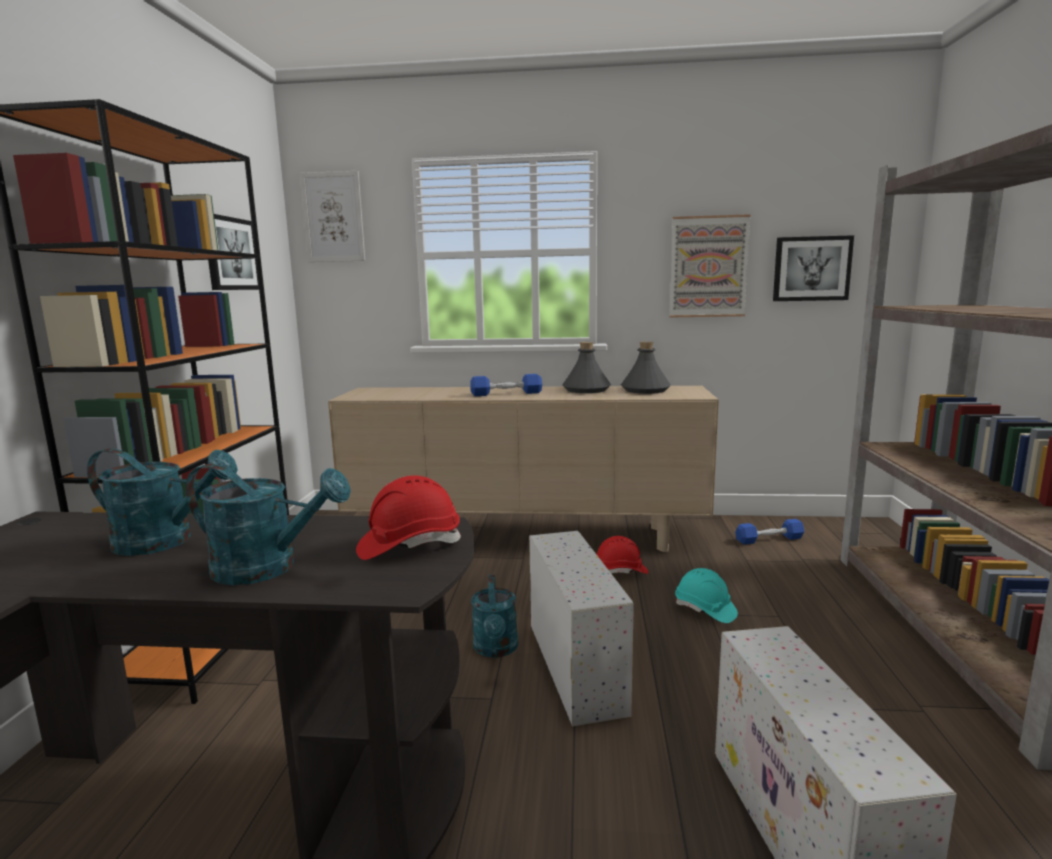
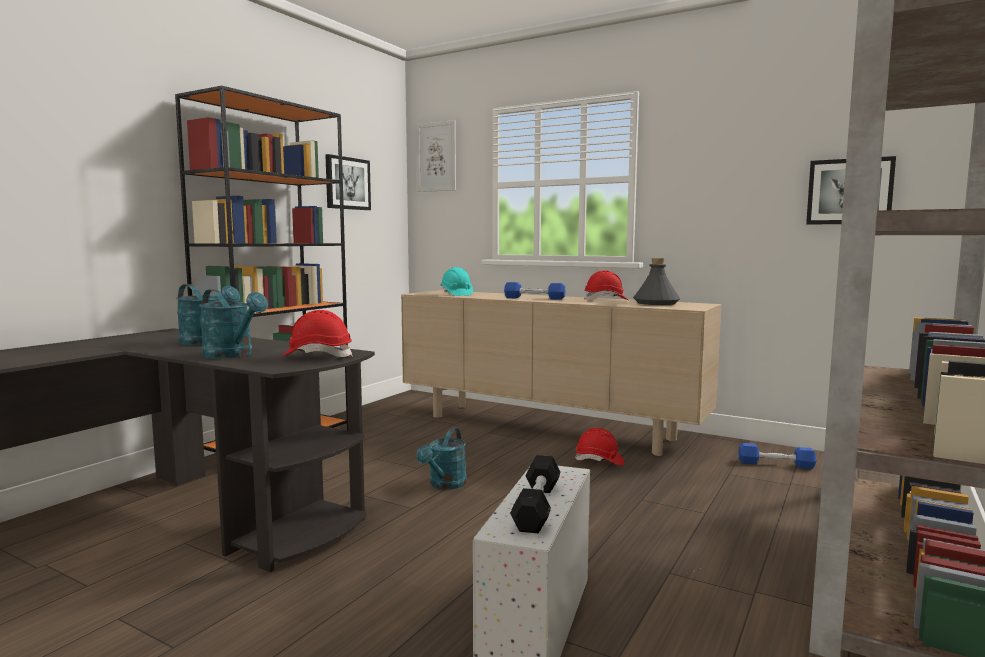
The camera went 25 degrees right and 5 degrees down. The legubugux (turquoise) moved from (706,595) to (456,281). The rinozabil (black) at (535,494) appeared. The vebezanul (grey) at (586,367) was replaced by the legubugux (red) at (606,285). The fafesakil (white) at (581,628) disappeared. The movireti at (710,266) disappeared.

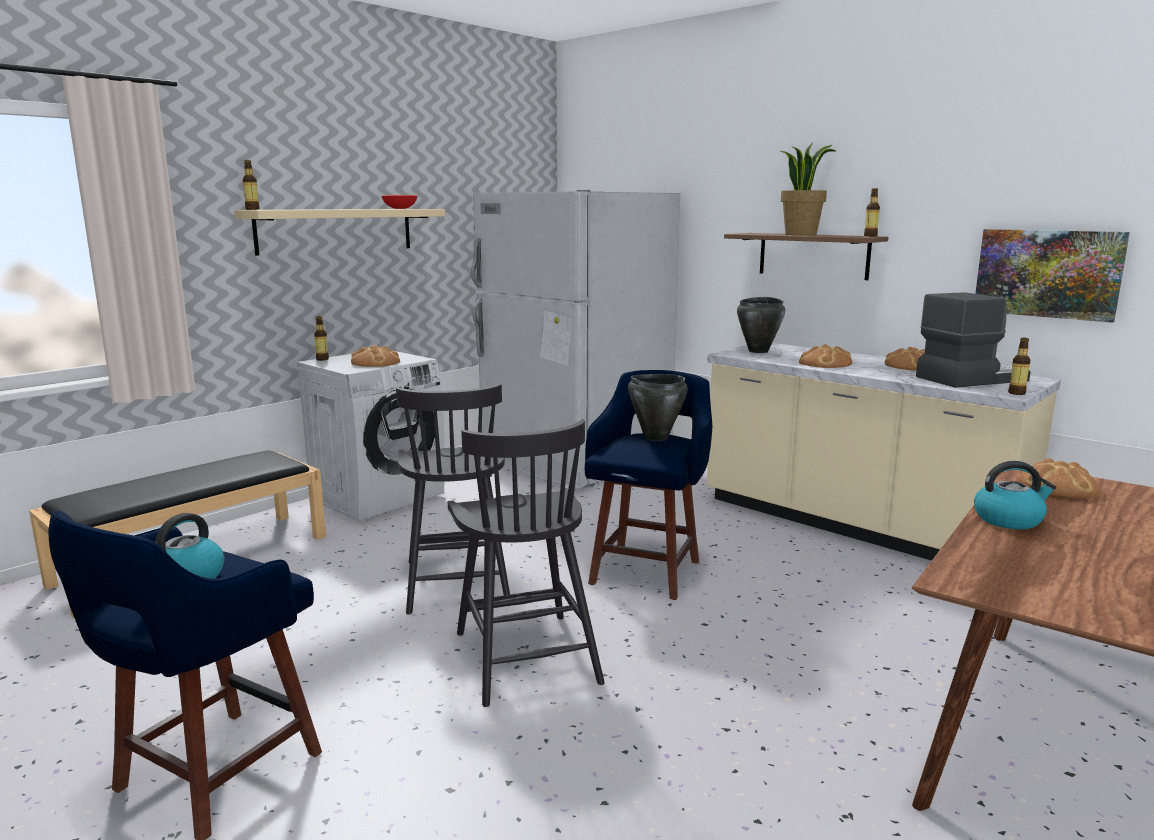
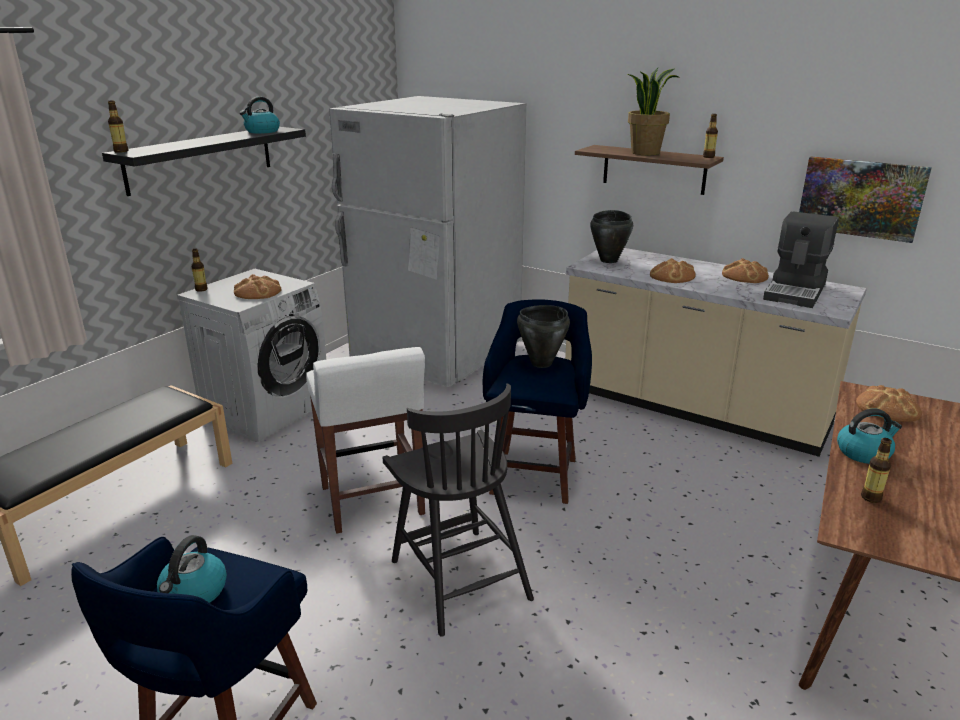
The camera went 10 degrees left and 10 degrees up. The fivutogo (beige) at (339,232) became the fivutogo (black) at (204,161). The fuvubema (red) at (399,202) was replaced by the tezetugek at (260,115). The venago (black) at (453,499) was replaced by the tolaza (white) at (365,440). The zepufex at (973,340) turned 150 degrees clockwise. The vebezanul moved from (1019,366) to (876,470).

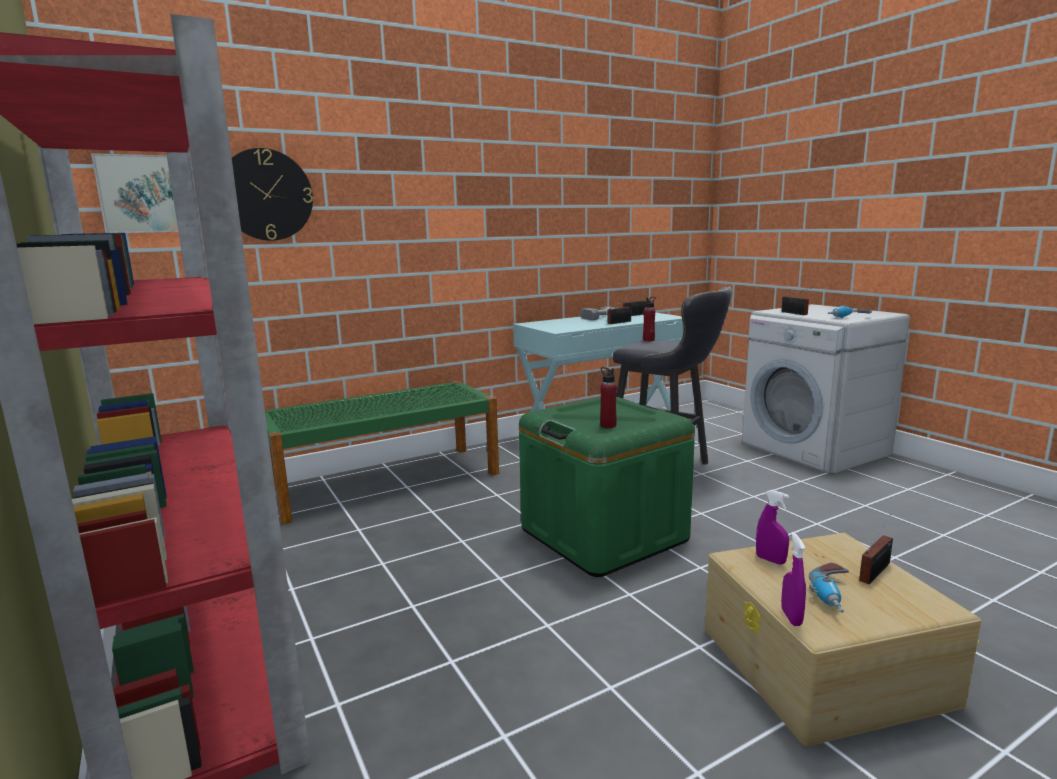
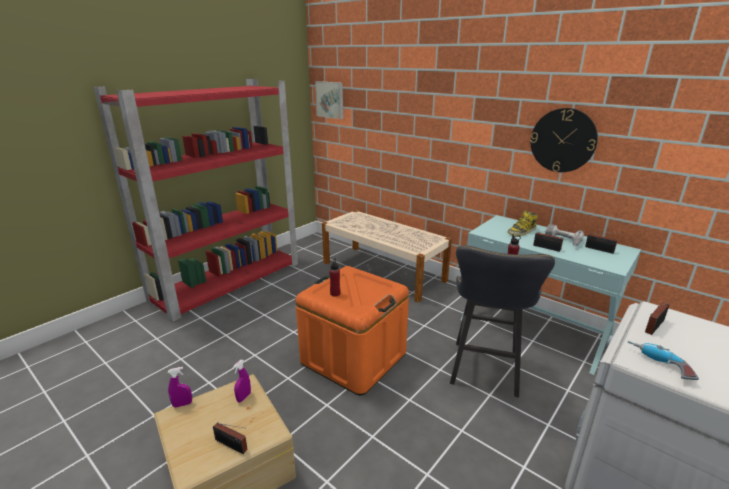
The camera went 70 degrees right and 10 degrees up. The fafesakil (green) at (607,487) became the fafesakil (orange) at (352,330). The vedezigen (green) at (382,453) became the vedezigen (beige) at (387,256). The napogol at (522,223) appeared. The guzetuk moved from (272,194) to (564,140). The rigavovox at (829,588) disappeared.

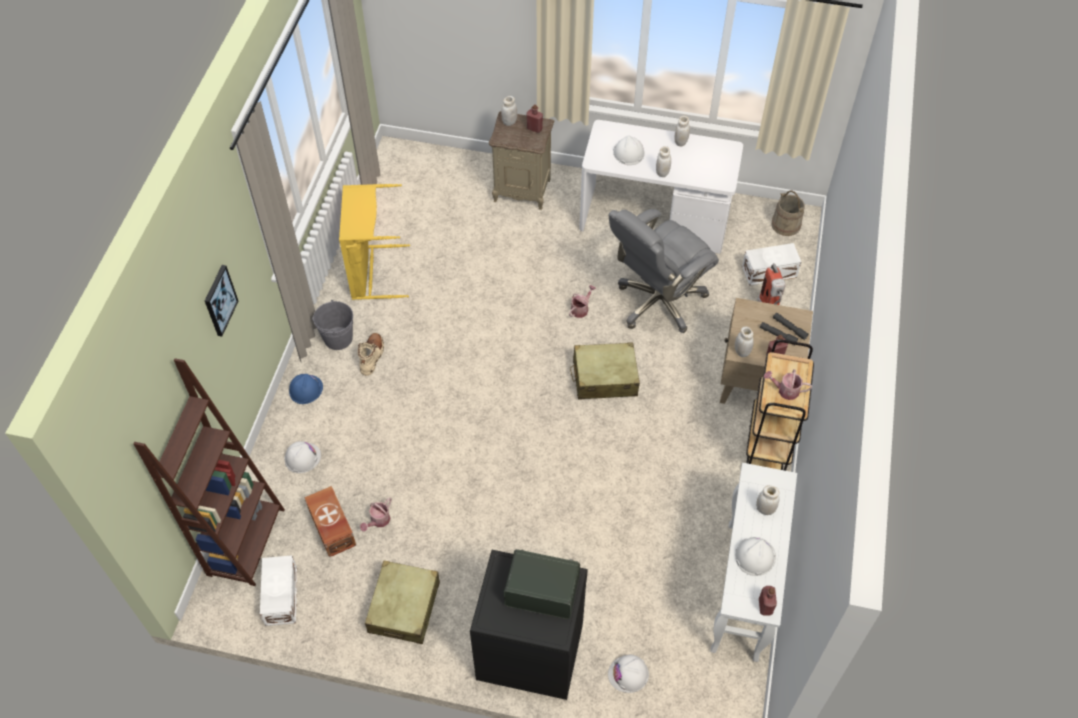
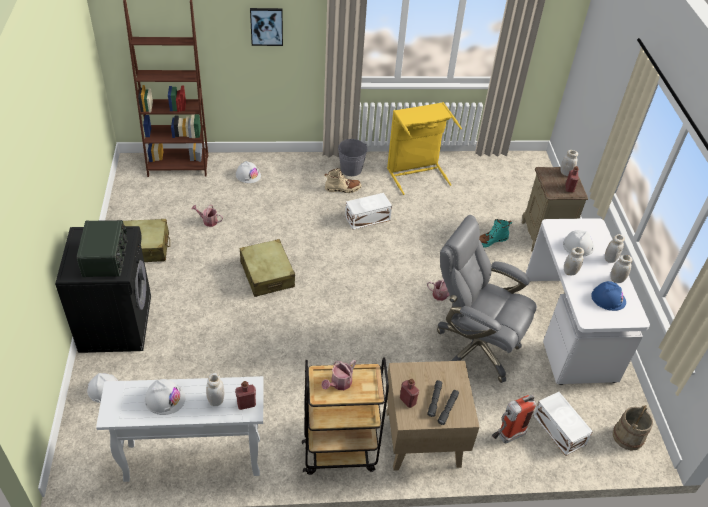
The camera went 70 degrees right and 10 degrees down. The vebezanul (red) moved from (768,600) to (245,395). The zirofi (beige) moved from (605,371) to (267,268). The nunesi at (788,384) turned 135 degrees counterclockwise. The fafesakil (white) moved from (278,590) to (368,211). The napogol (turquoise) at (496,233) appeared. The legubugux (blue) moved from (306,389) to (608,296). The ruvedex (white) moved from (744,341) to (615,248). The fafesakil (brown) at (330,521) disappeared.

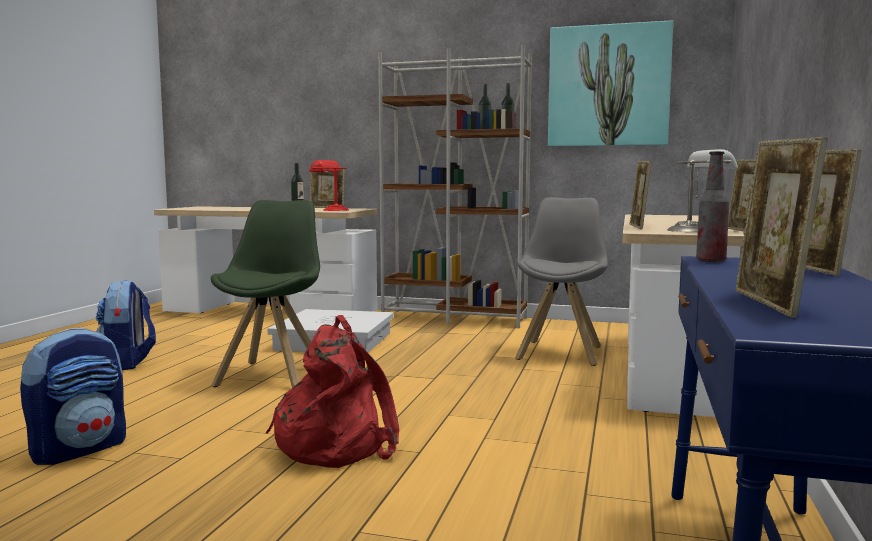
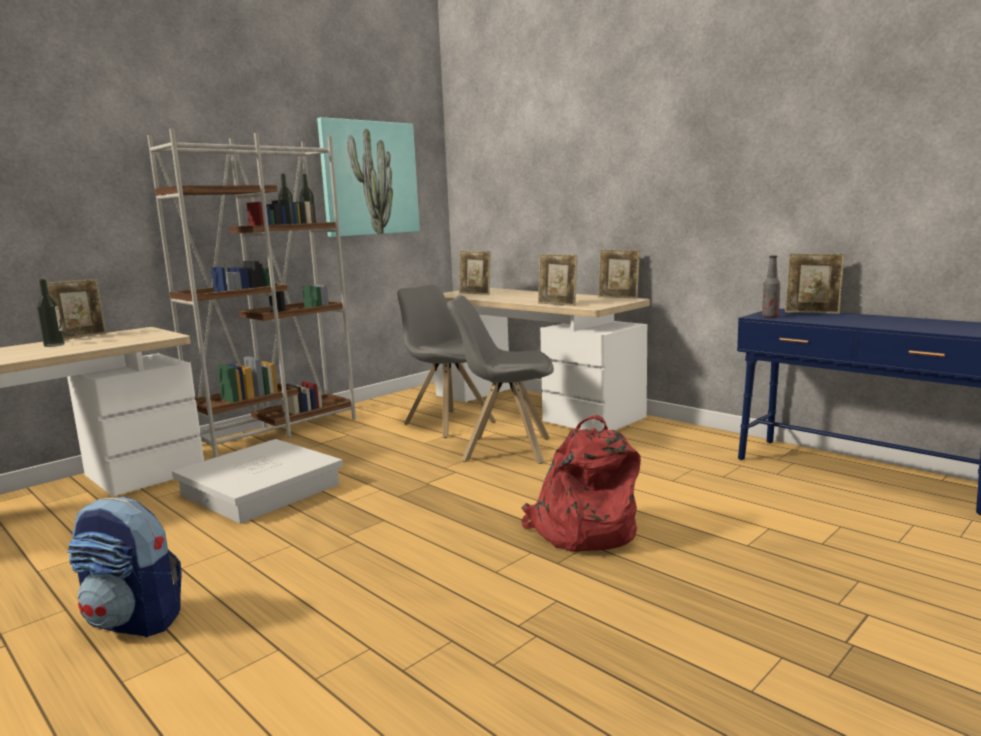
The camera went 60 degrees left and 5 degrees up. The venago (grey) at (500,379) appeared. The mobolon moved from (781,227) to (475,273). The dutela at (73,396) disappeared. The venago (green) at (265,294) disappeared. The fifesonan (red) at (329,185) disappeared. The fifesonan (white) at (702,190) disappeared.

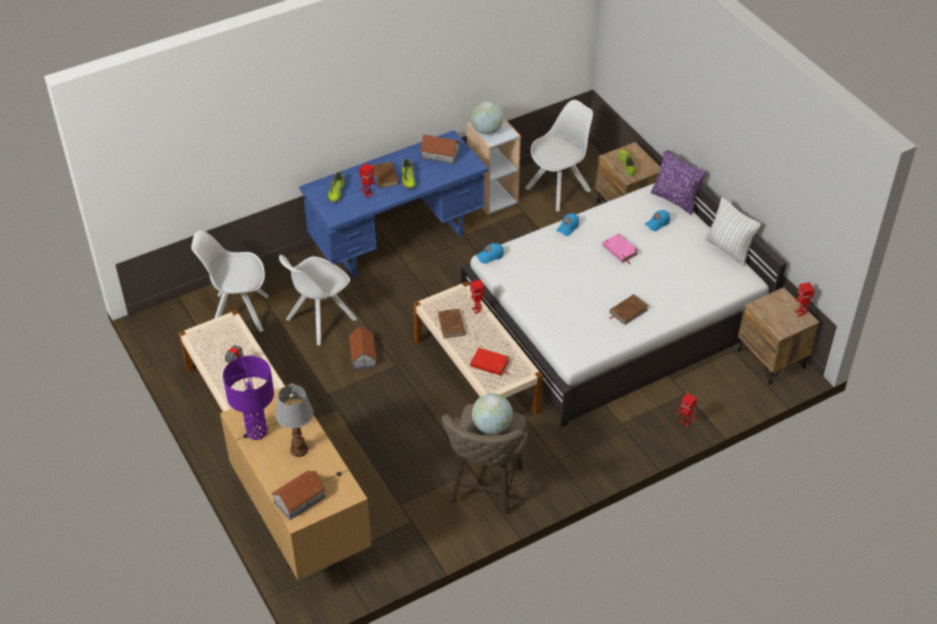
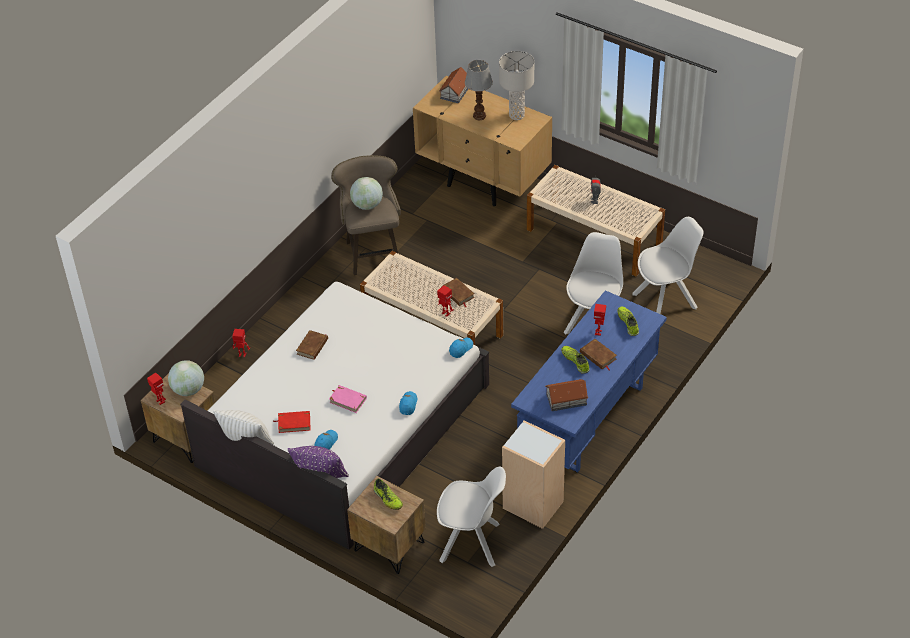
The camera went 155 degrees right and 0 degrees up. The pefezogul moved from (487,117) to (186,378). The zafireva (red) moved from (489,362) to (291,422). The venago (white) at (559,155) turned 105 degrees counterclockwise. The fifesonan (purple) at (248,398) became the fifesonan (white) at (516,85). The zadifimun at (363,347) disappeared.

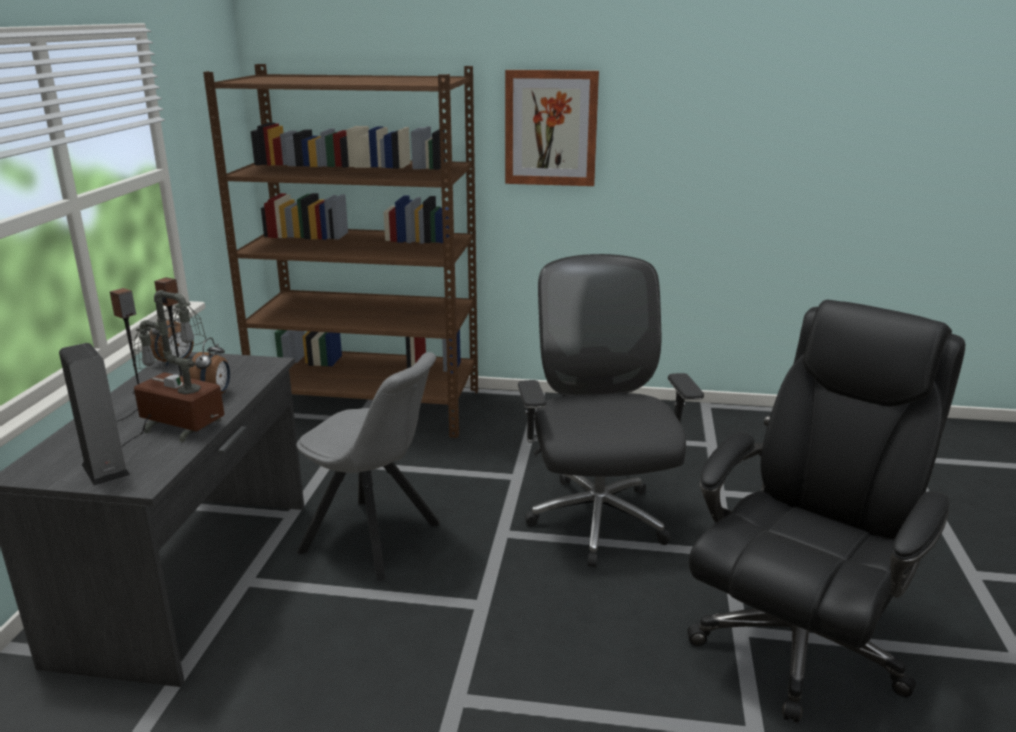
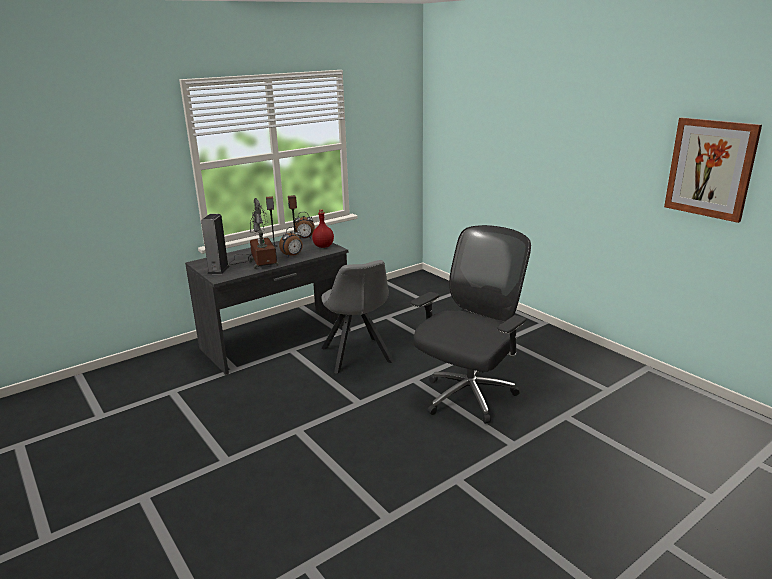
The camera went 45 degrees right and 0 degrees up. The vebezanul (red) at (323,228) appeared. The movireti moved from (552,128) to (713,170). The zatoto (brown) at (340,251) disappeared. The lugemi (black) at (826,511) disappeared.

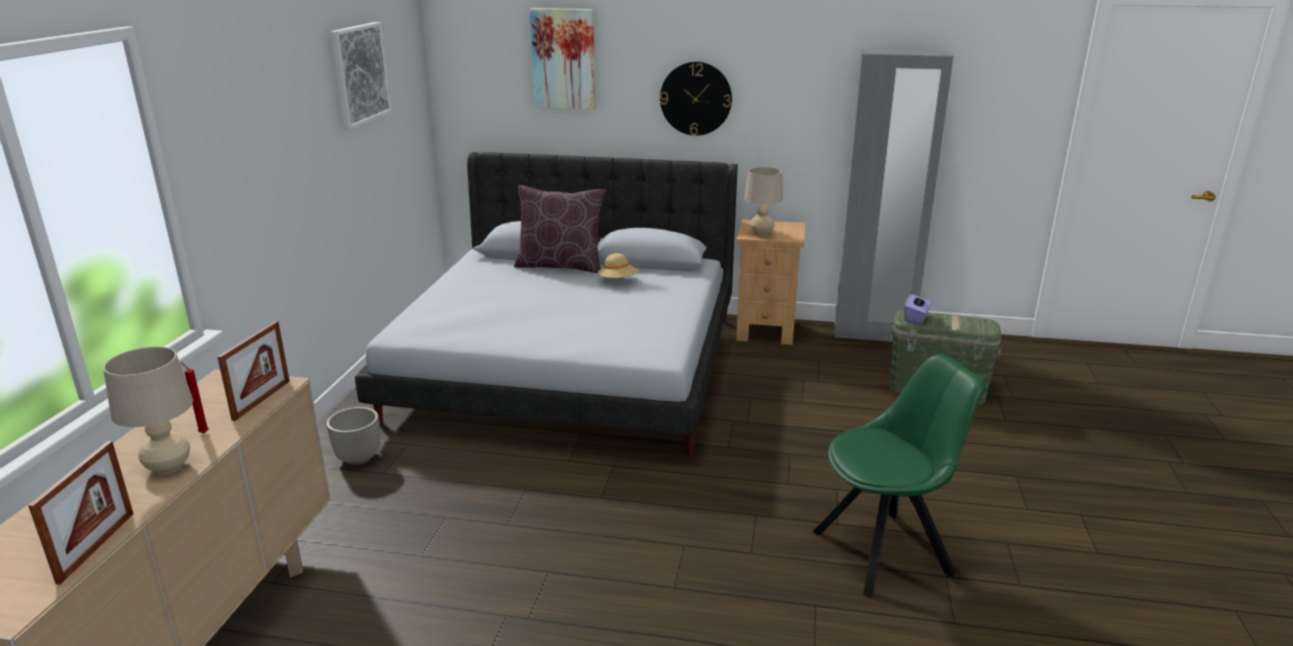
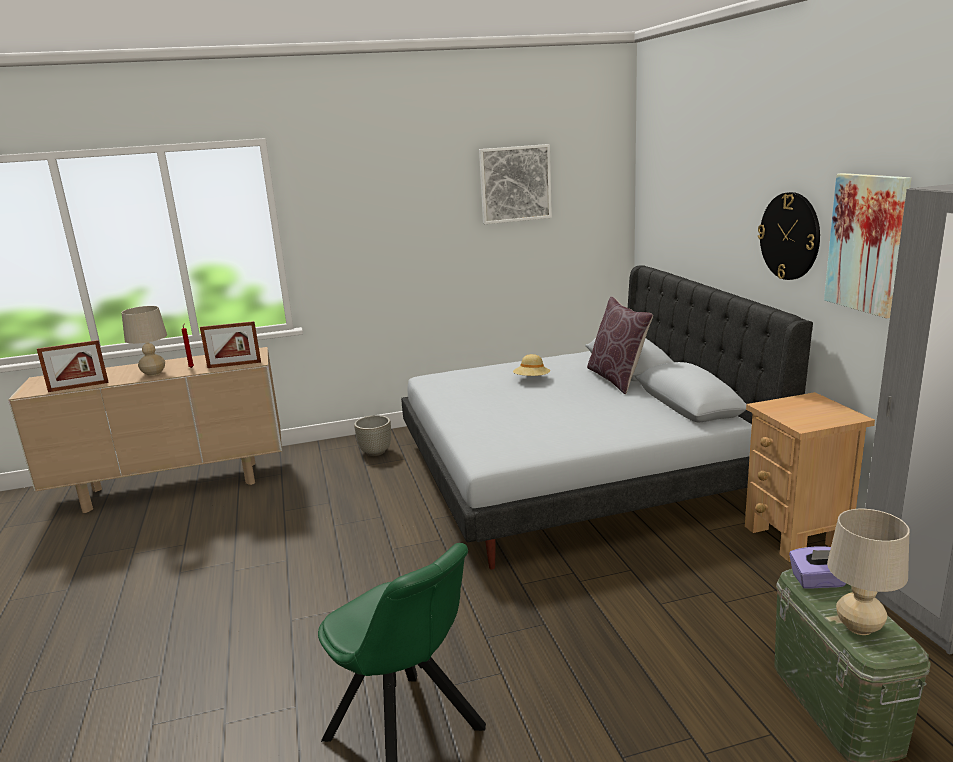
The camera went 65 degrees right and 5 degrees down. The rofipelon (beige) moved from (618,265) to (531,365). The movireti moved from (563,59) to (867,245). The fifesonan (beige) moved from (763,201) to (868,572).

